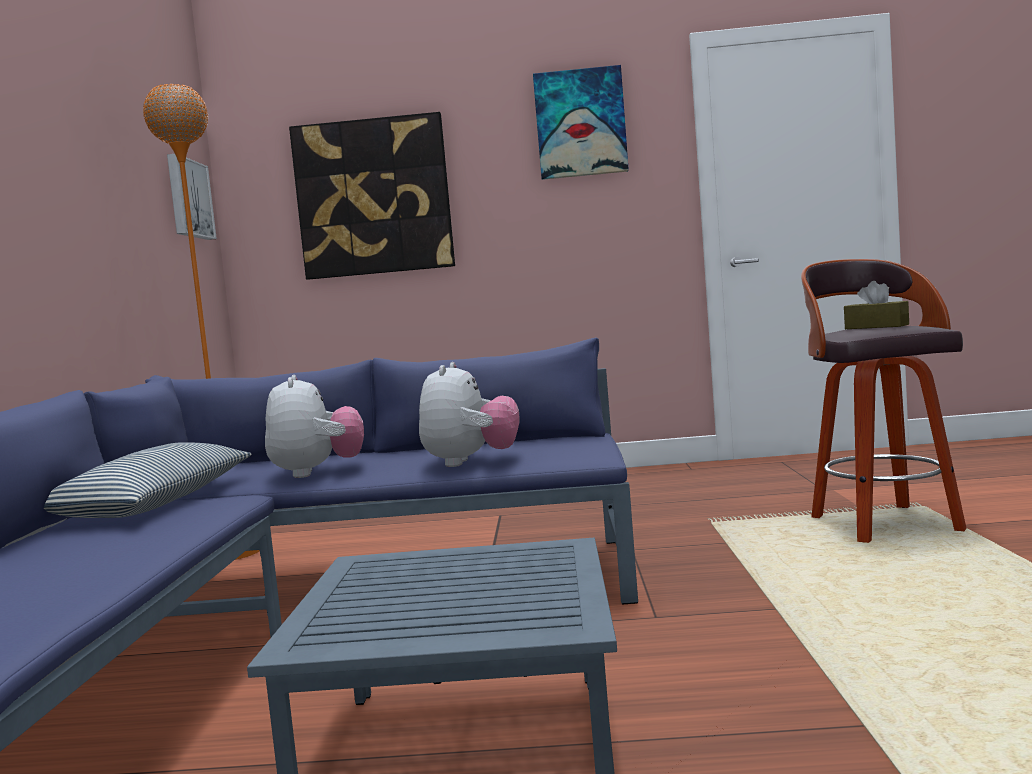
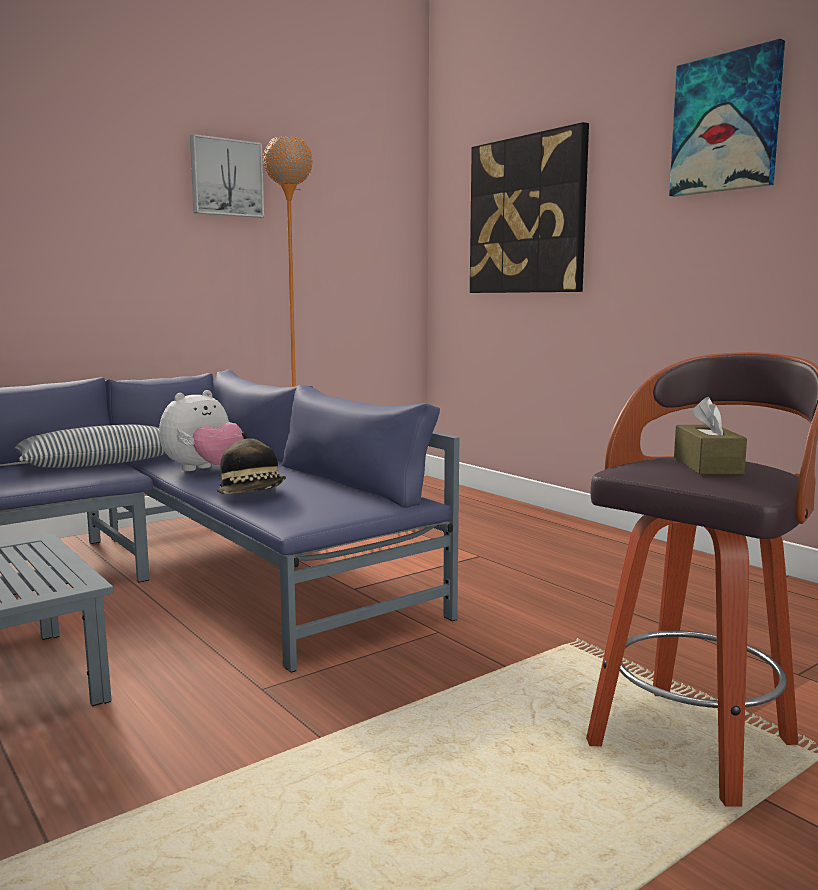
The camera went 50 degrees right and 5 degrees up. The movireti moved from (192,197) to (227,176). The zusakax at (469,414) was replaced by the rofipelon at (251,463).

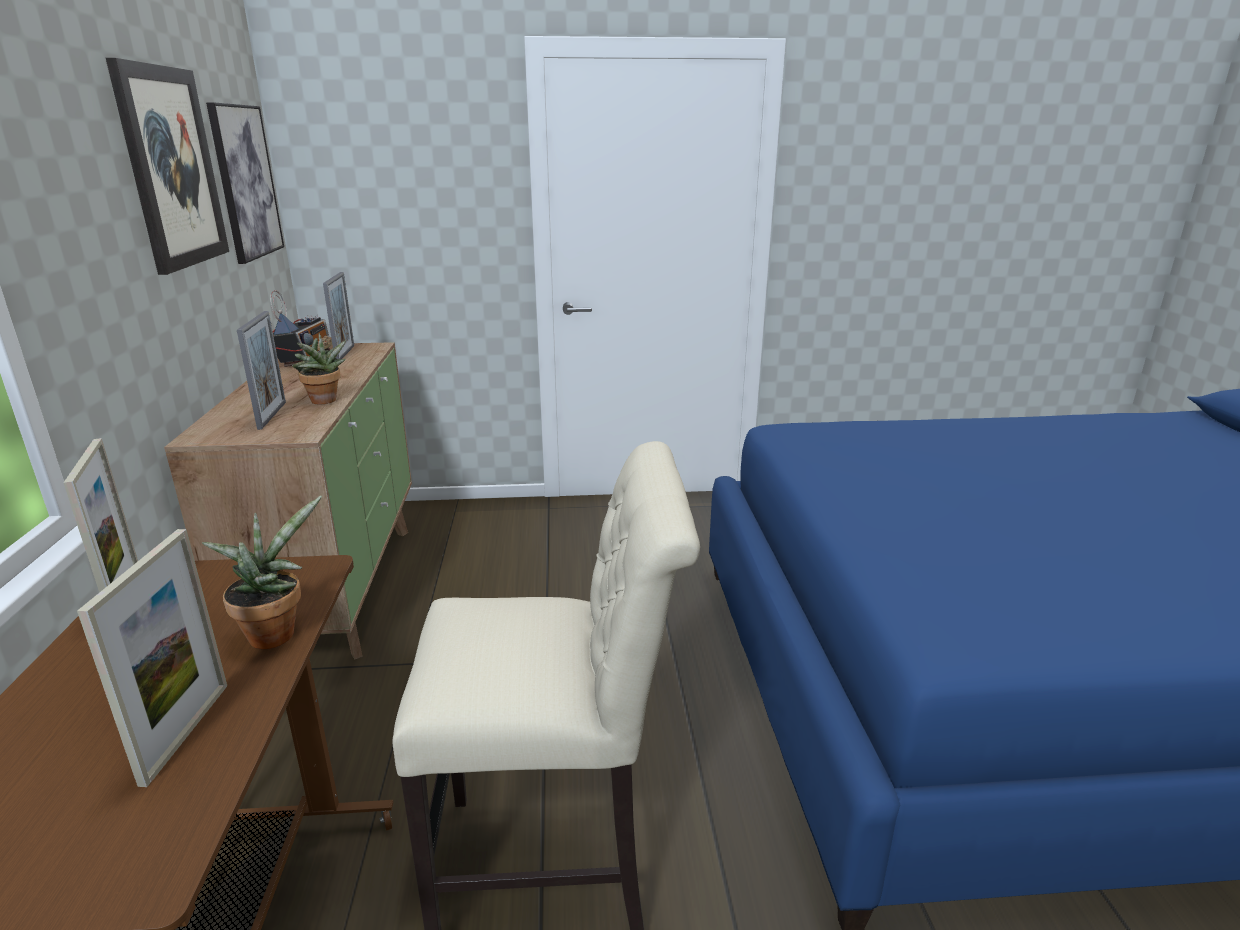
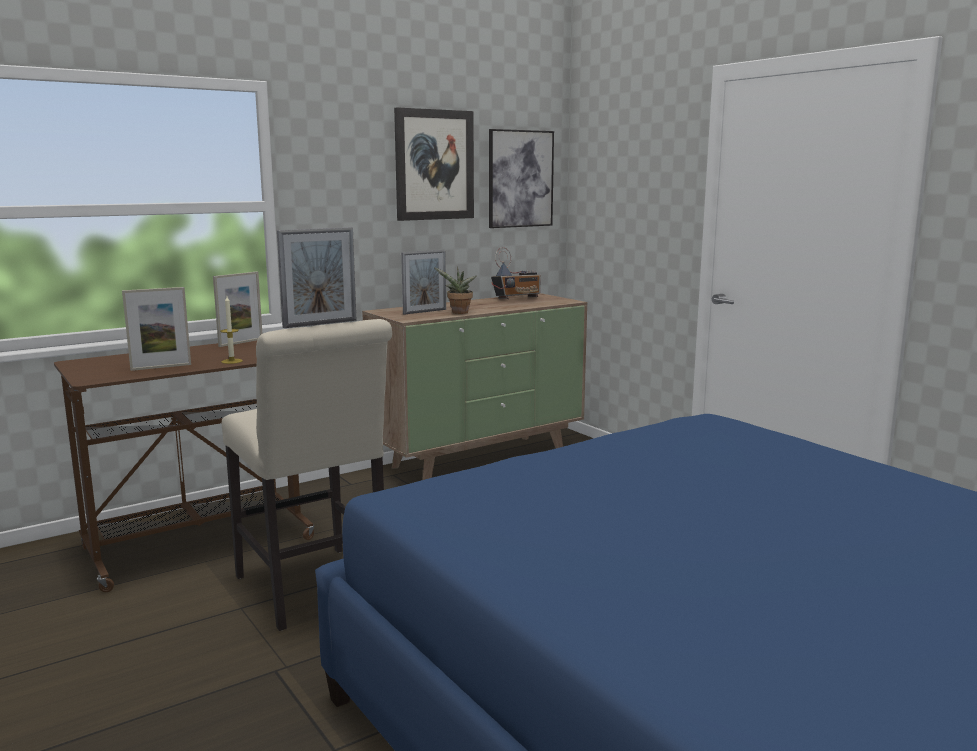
The camera went 60 degrees right and 10 degrees down. The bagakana at (262,572) was replaced by the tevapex at (231,330). The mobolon moved from (338,315) to (317,277).

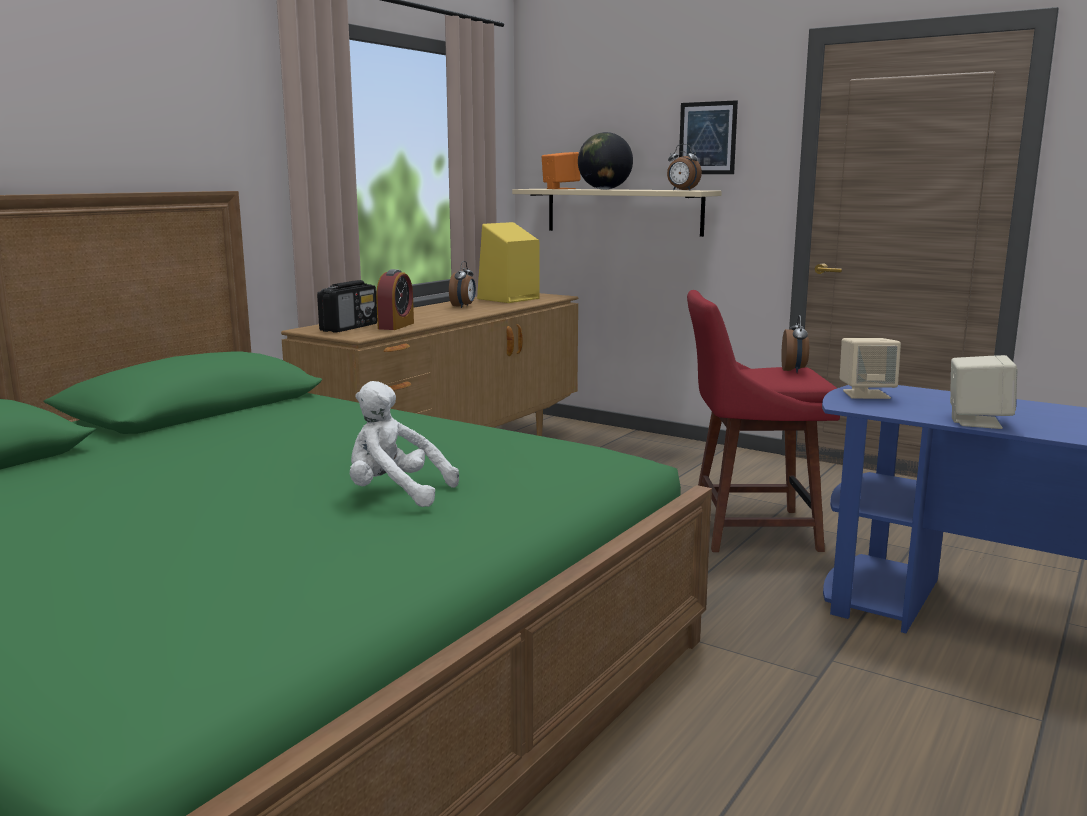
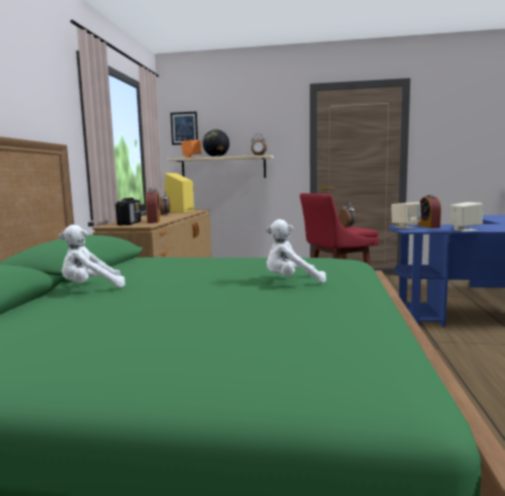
The camera went 25 degrees left and 5 degrees down. The zusakax (white) at (92,256) appeared. The movireti moved from (708,137) to (184,128). The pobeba at (429,211) appeared.

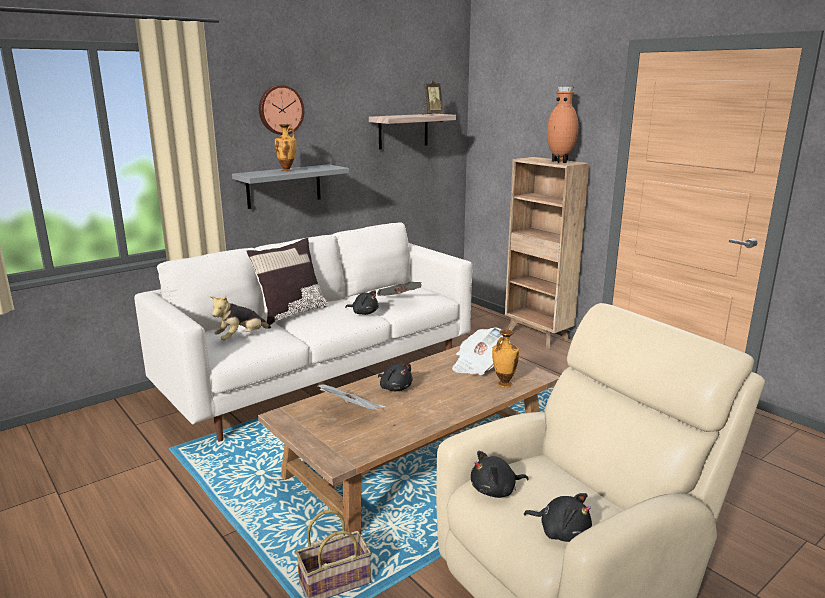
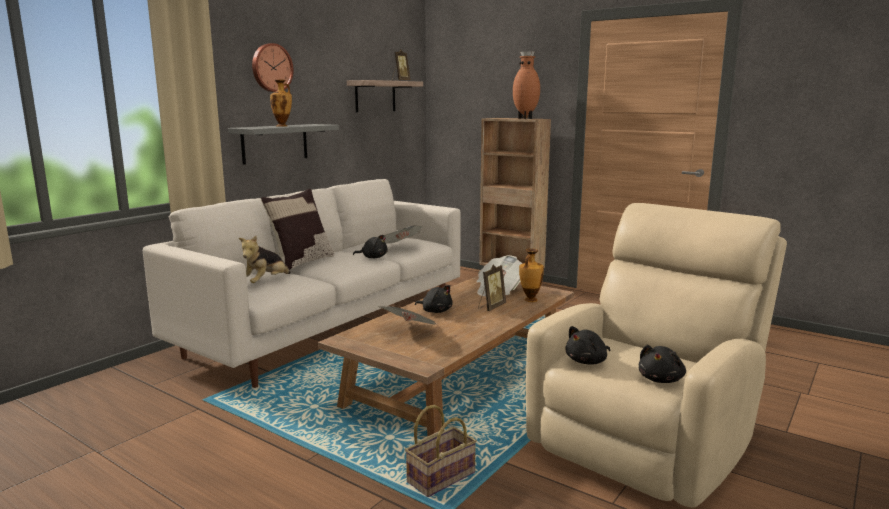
The camera went 15 degrees left and 5 degrees down. The mobolon at (492,287) appeared. The zusakax (black) at (558,517) turned 105 degrees clockwise.

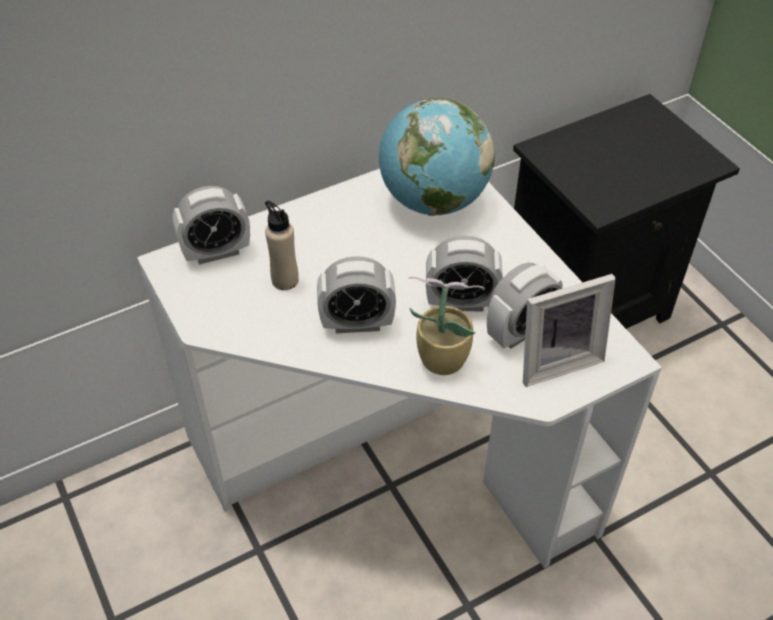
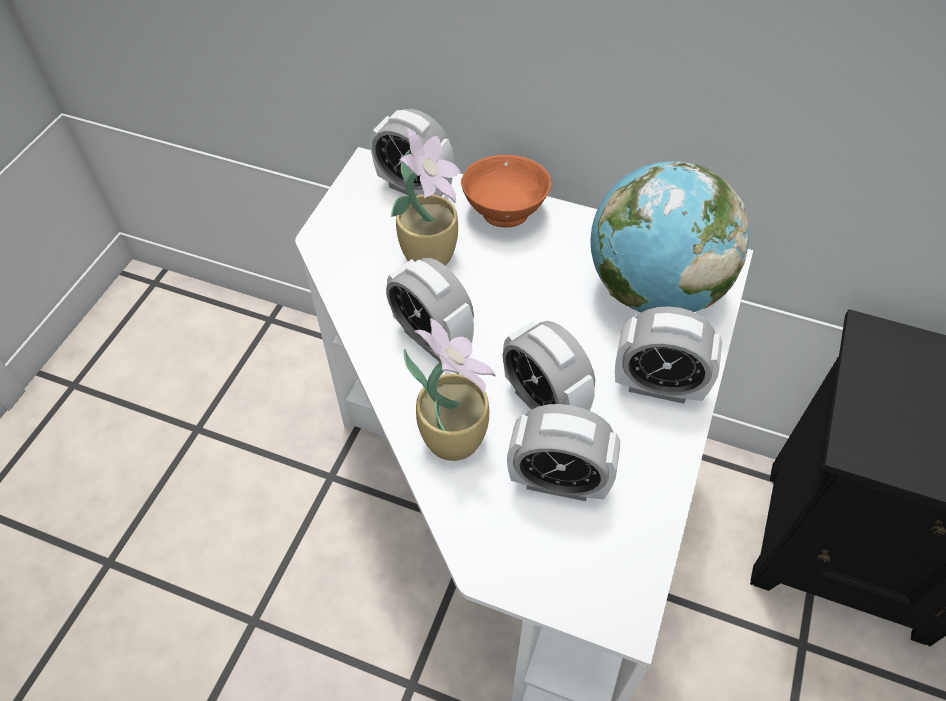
The camera went 50 degrees right and 5 degrees up. The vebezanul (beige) at (282,245) was replaced by the bagakana at (426,196). The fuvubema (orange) at (506,191) appeared. The pobeba at (668,355) appeared. The mobolon at (569,330) disappeared.

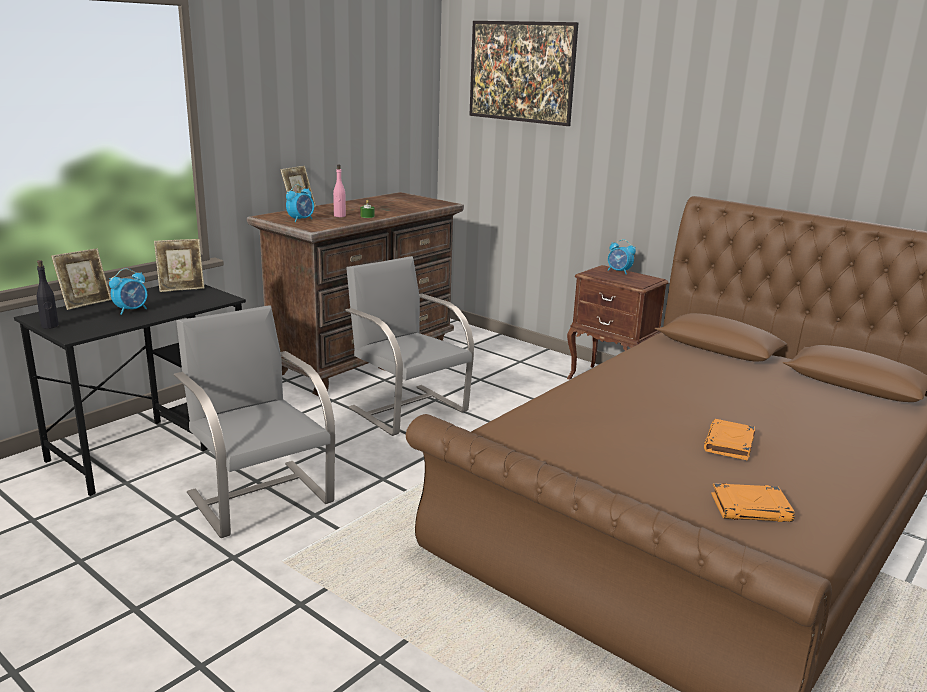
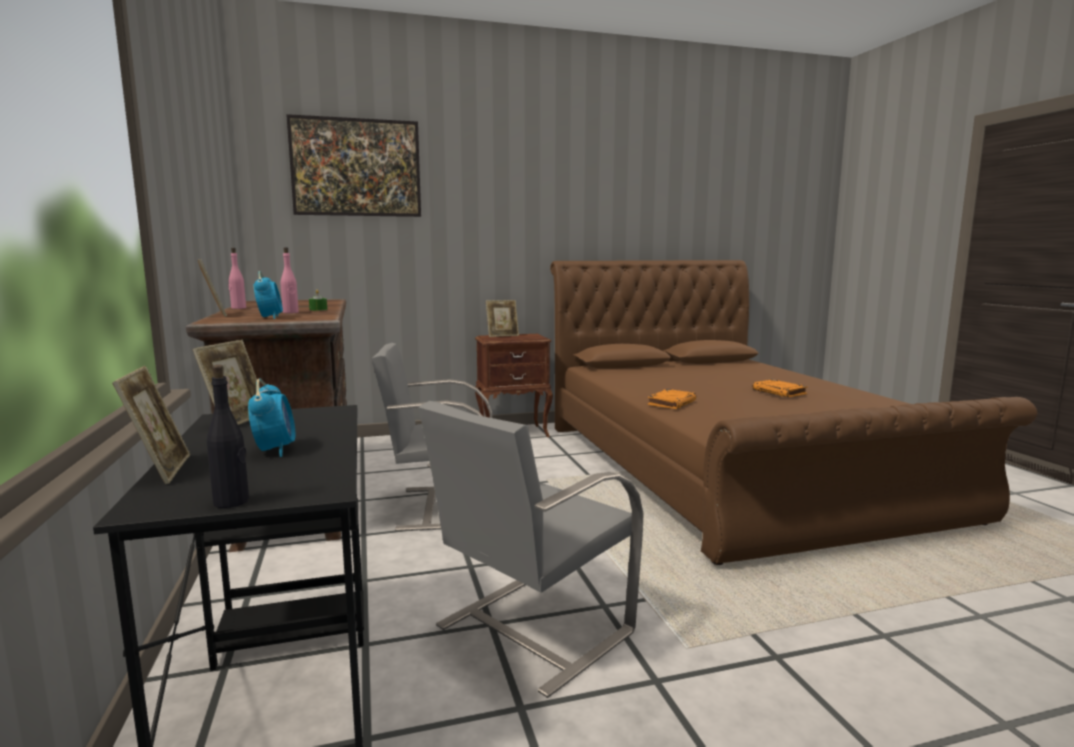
The camera went 55 degrees left and 10 degrees down. The vebezanul (pink) at (237,278) appeared. The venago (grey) at (254,421) turned 45 degrees counterclockwise. The pobeba at (621,256) was replaced by the mobolon at (502,318). The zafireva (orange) moved from (753,502) to (672,399).

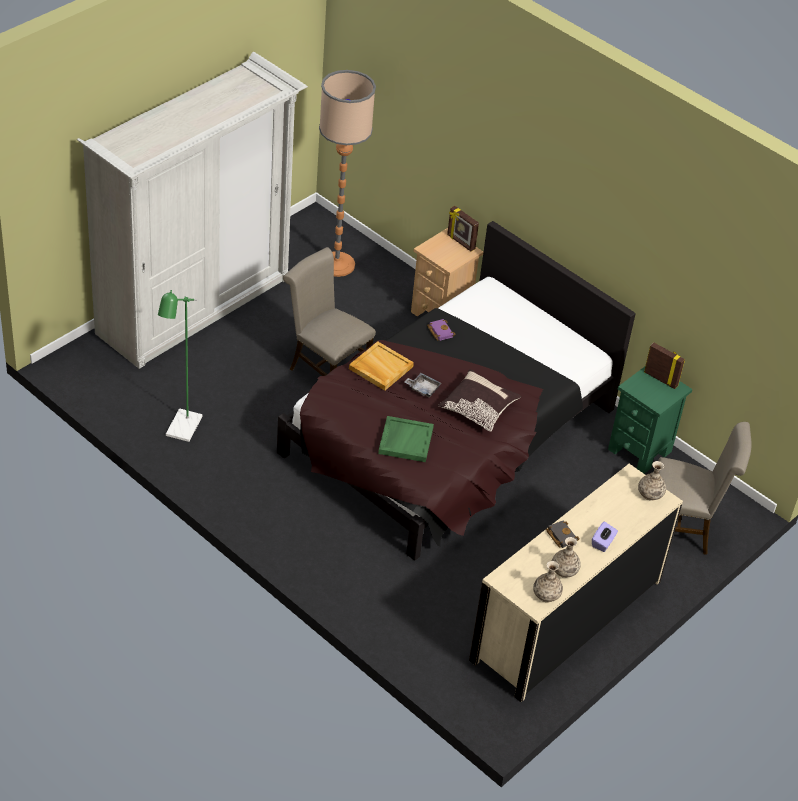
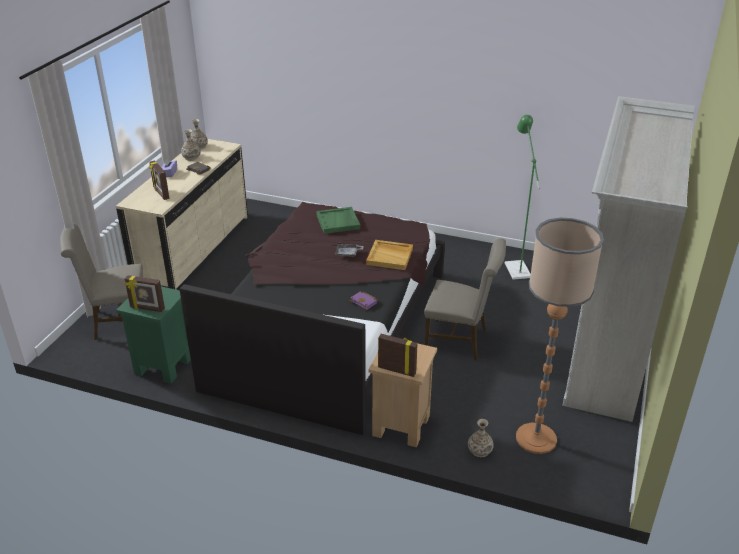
The camera went 160 degrees right and 10 degrees down. The mobolon at (159,180) appeared. The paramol moved from (652,481) to (481,438). The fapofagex at (479,400) disappeared.

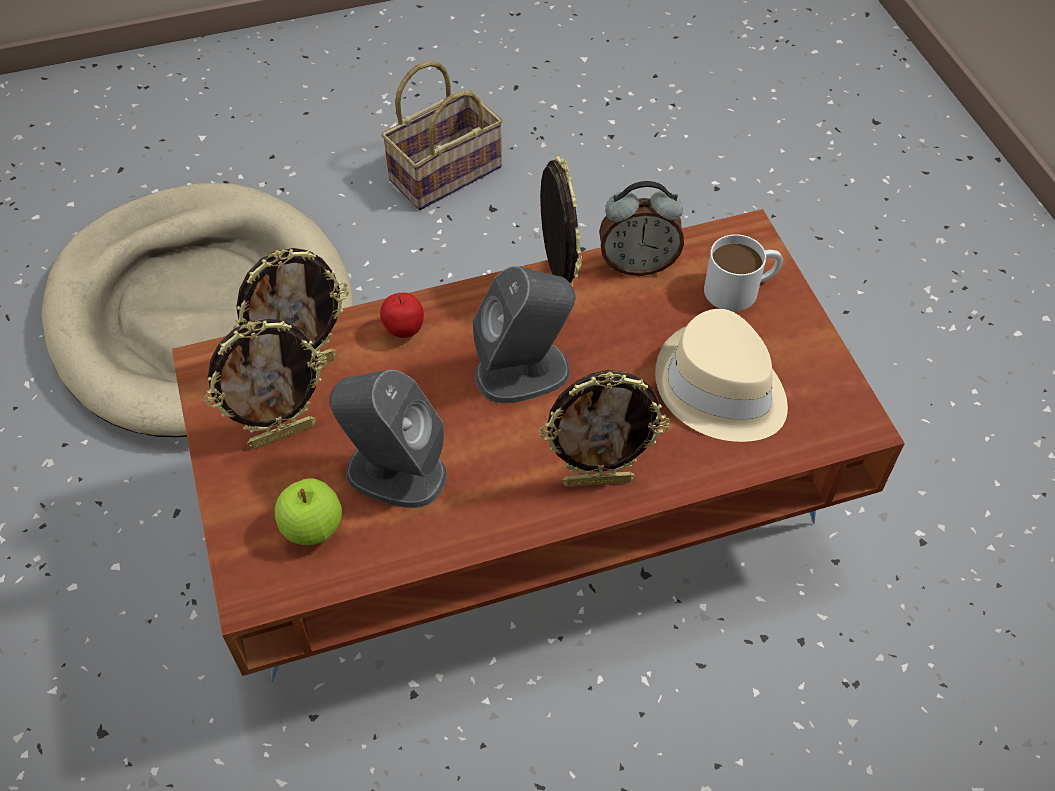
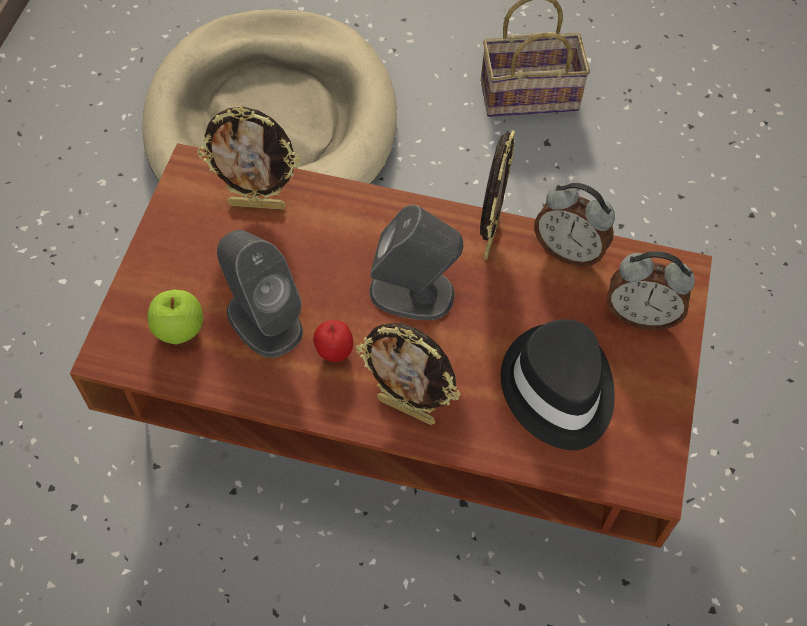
The camera went 30 degrees right and 5 degrees up. The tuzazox moved from (402,315) to (333,341). The rofipelon (beige) at (721,375) became the rofipelon (black) at (558,384). The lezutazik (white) at (743,272) was replaced by the pobeba at (651,290). The mobolon at (265,383) disappeared.

